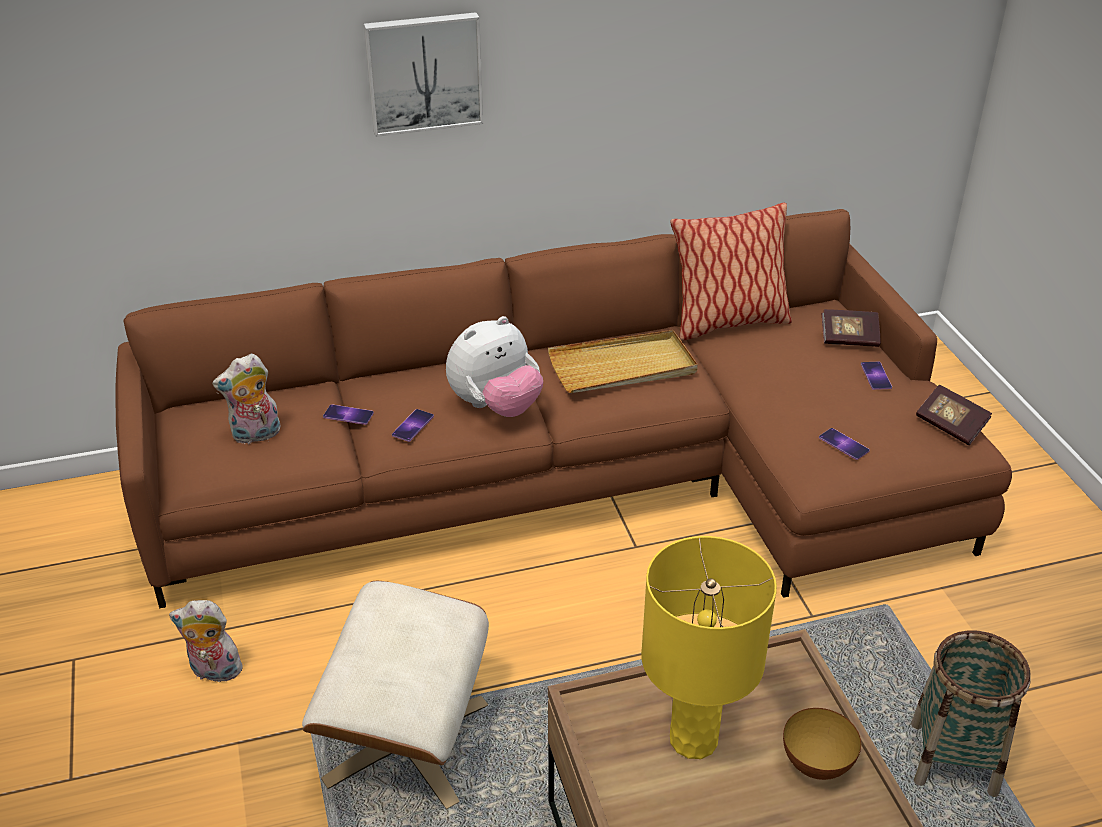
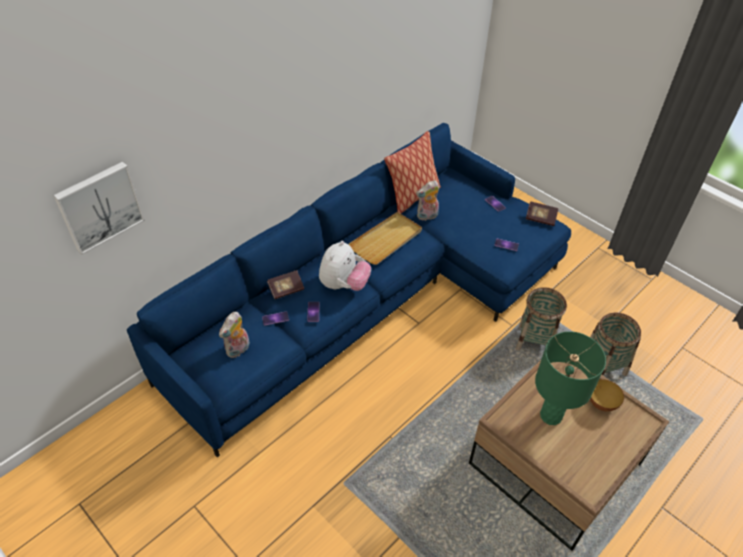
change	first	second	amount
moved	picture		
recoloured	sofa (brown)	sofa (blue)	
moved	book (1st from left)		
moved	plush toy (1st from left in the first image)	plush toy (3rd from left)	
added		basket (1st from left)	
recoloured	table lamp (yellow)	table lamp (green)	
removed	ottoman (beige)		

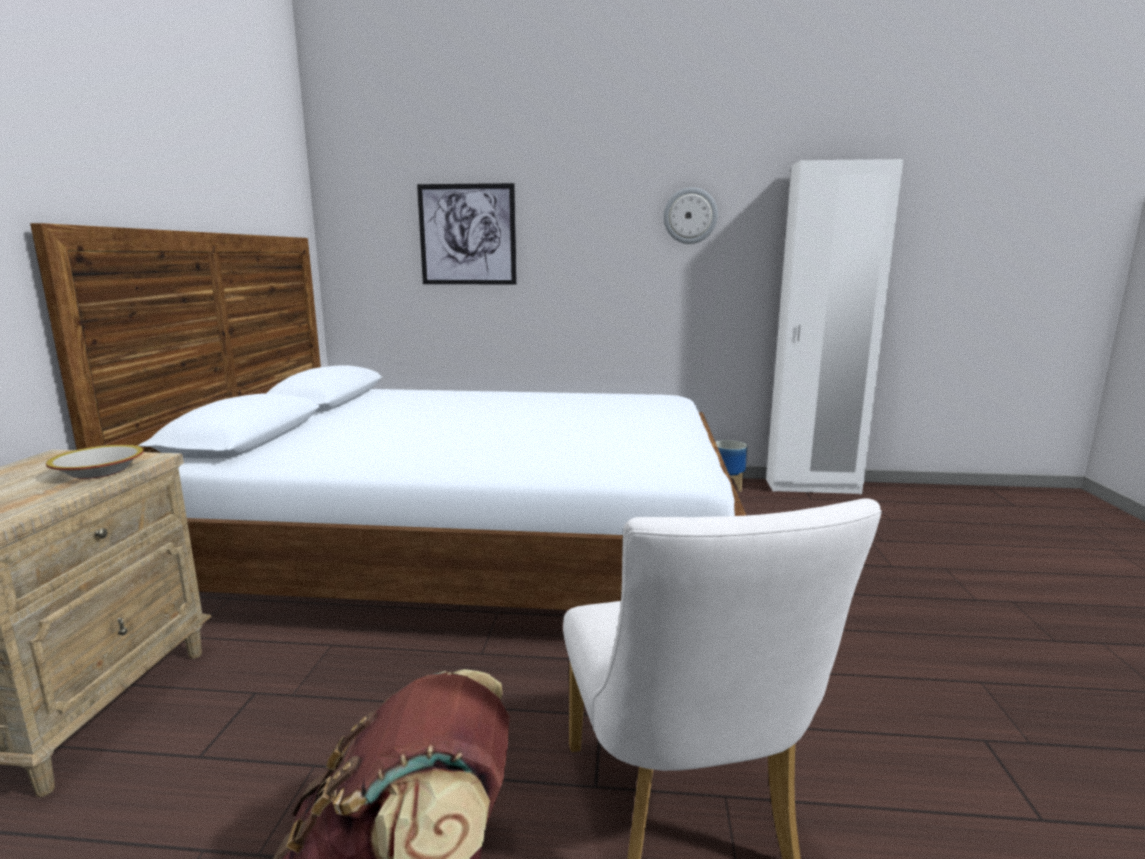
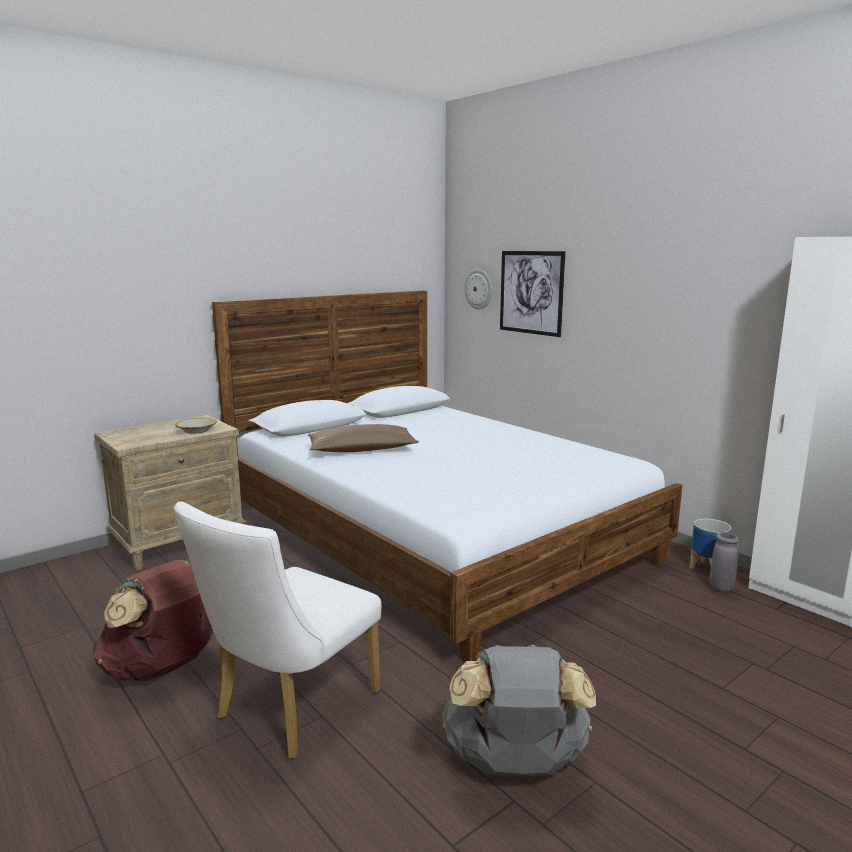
change	first	second	amount
added		pillow (brown)	
added		backpack (grey)	
moved	wall clock		
added		vase (grey)	

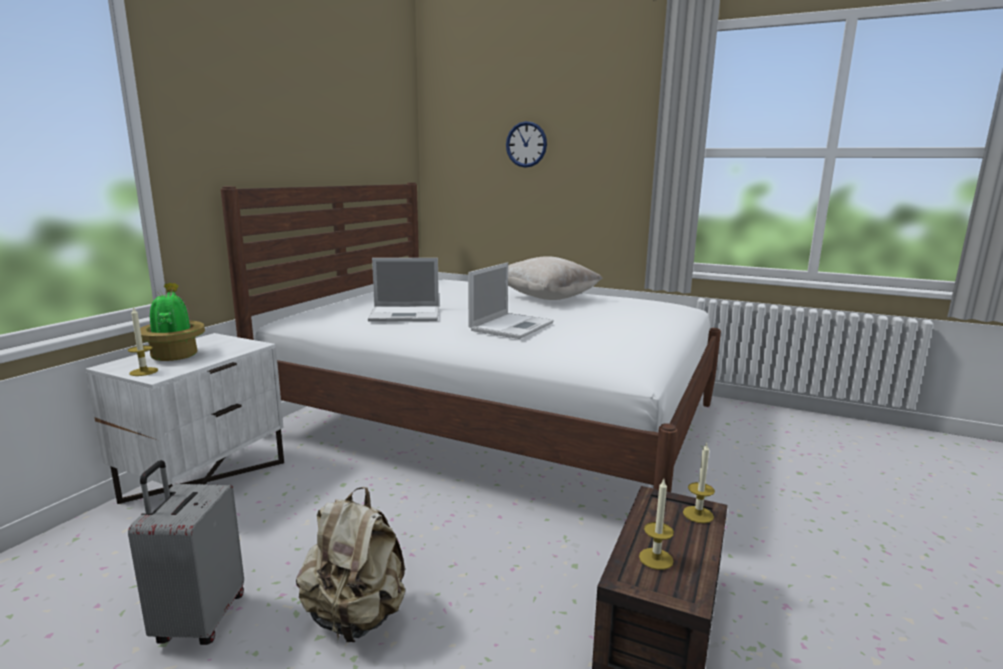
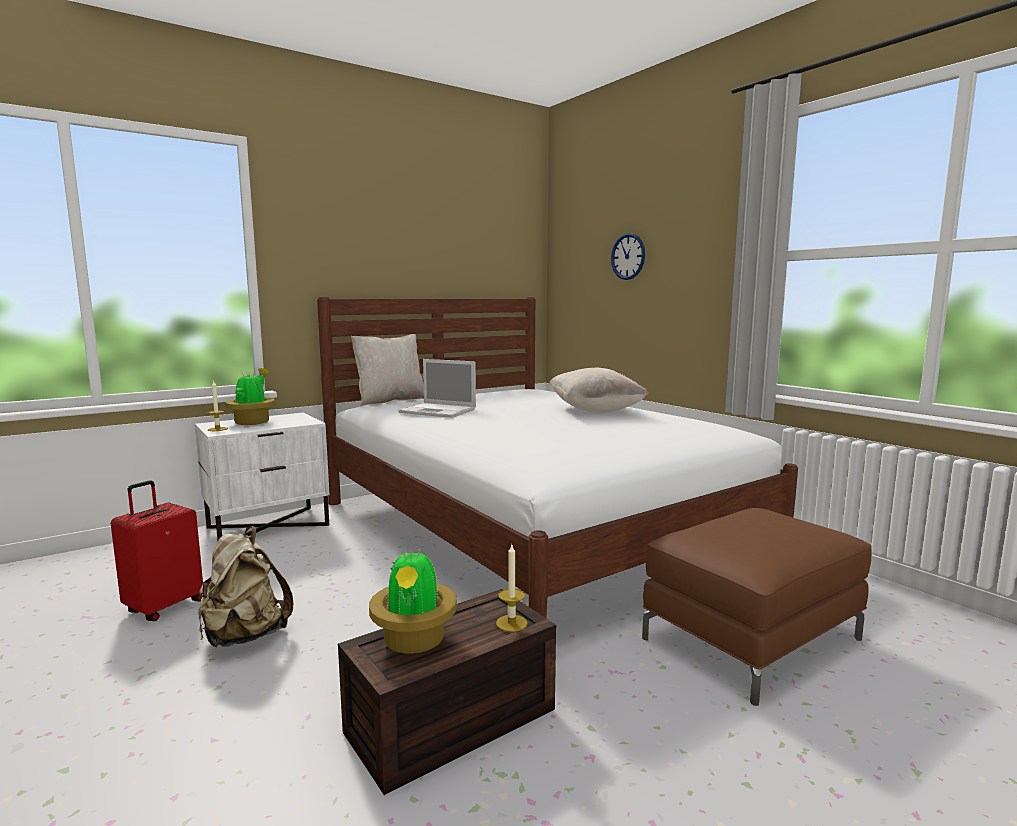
change	first	second	amount
recoloured	suitcase (grey)	suitcase (red)	
added		pillow (beige) (1st from left)	
replaced	candle (2nd from left)	potted plant (2nd from left)	
added		ottoman (brown)	
removed	laptop (2nd from left)		

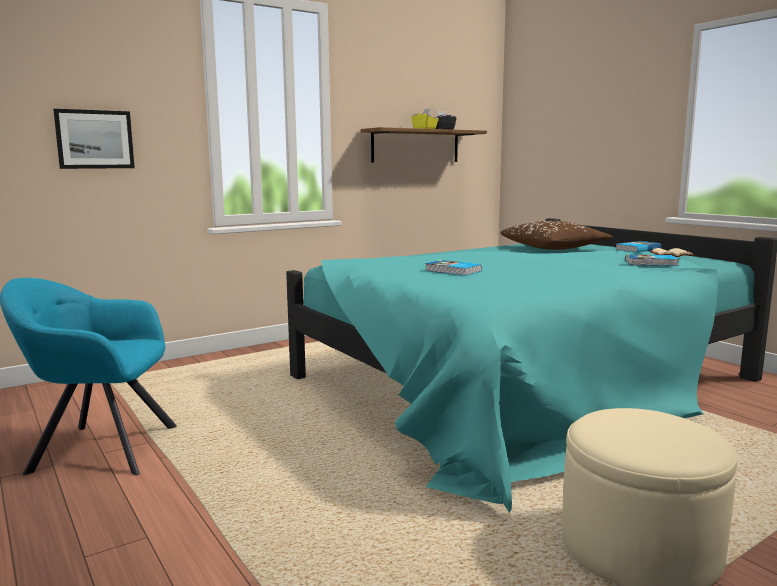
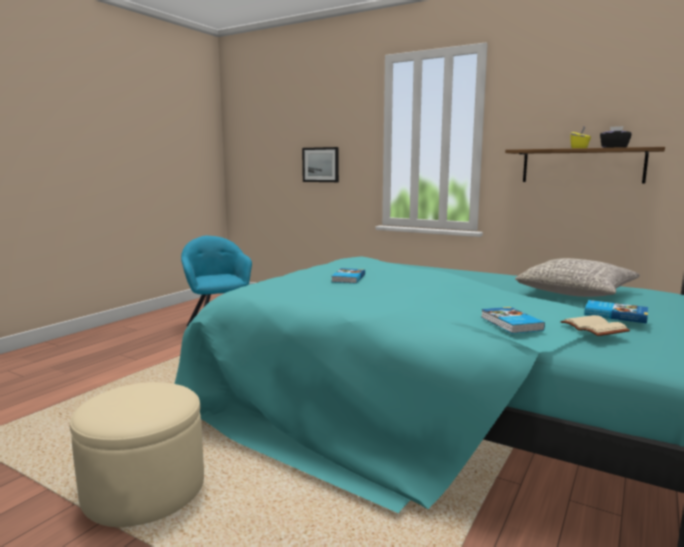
change	first	second	amount
recoloured	pillow (brown)	pillow (grey)	

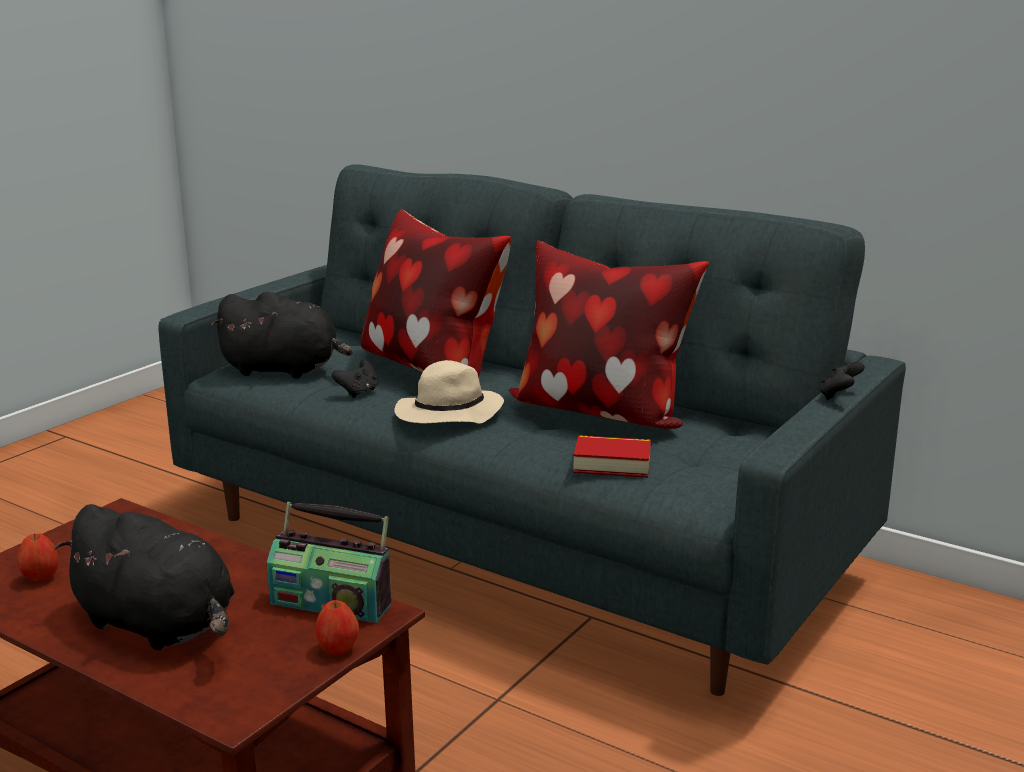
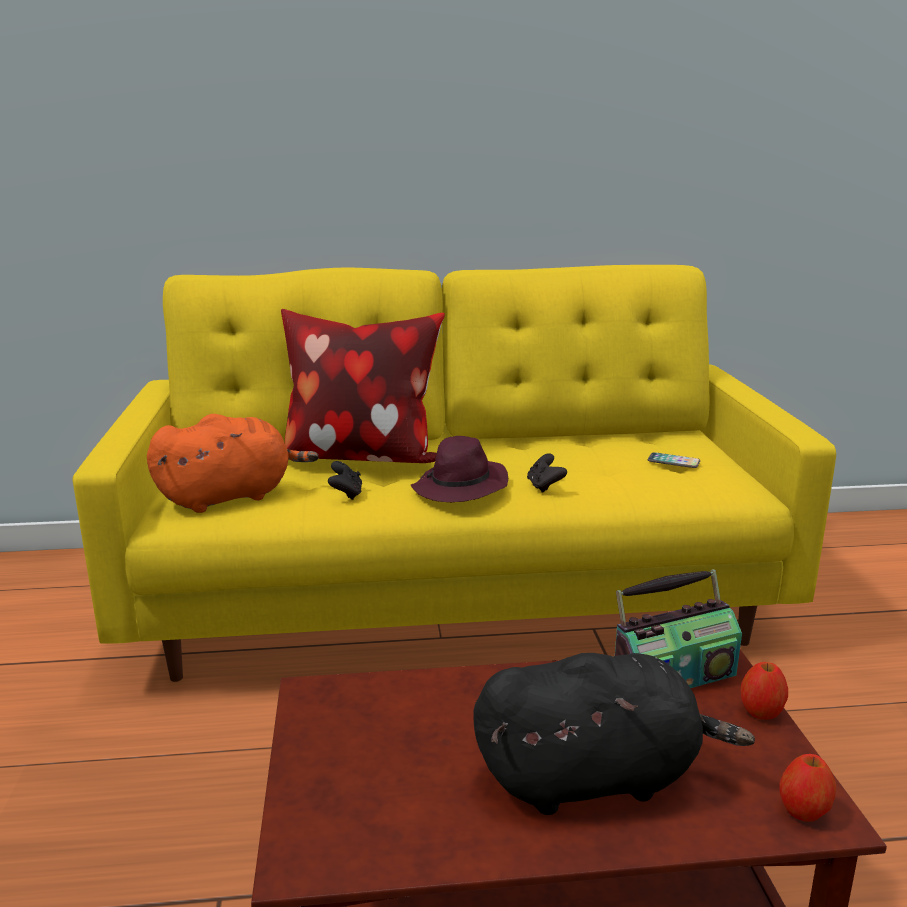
change	first	second	amount
recoloured	sofa (grey)	sofa (yellow)	
recoloured	plush toy (black) (2nd from left)	plush toy (orange)	
recoloured	hat (beige)	hat (purple)	
moved	game controller (black) (2nd from left)		
added		phone	
moved	apple (1st from left in the first image)	apple (2nd from left)	
removed	pillow (2nd from left)		
removed	book		

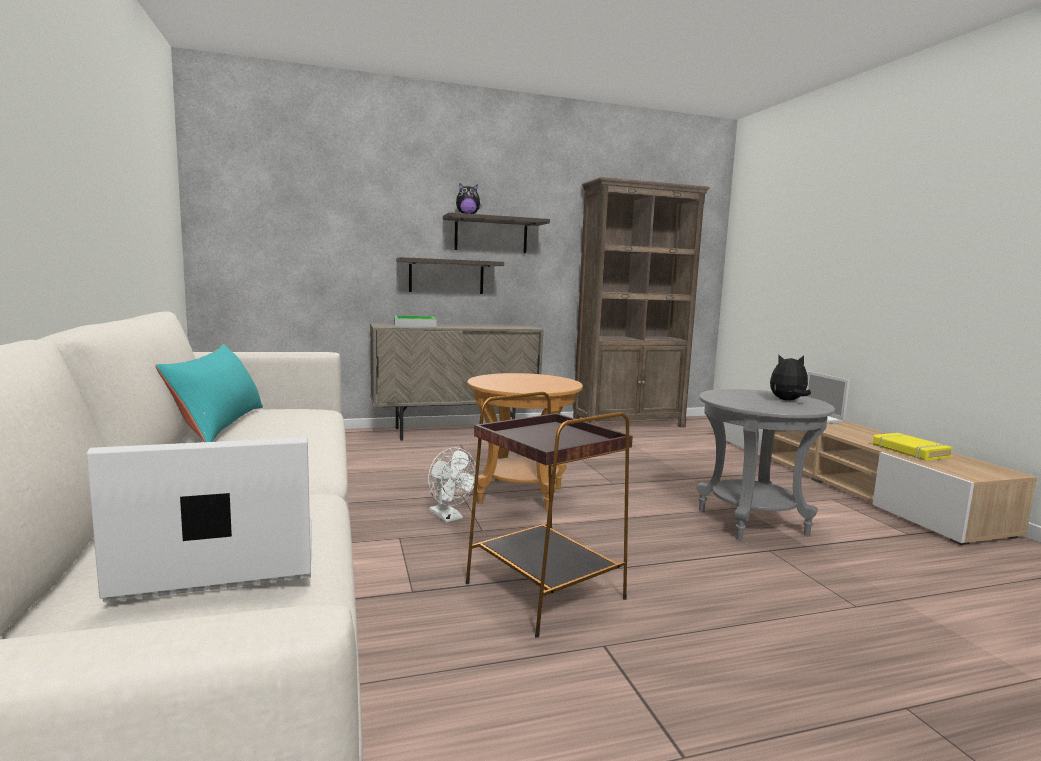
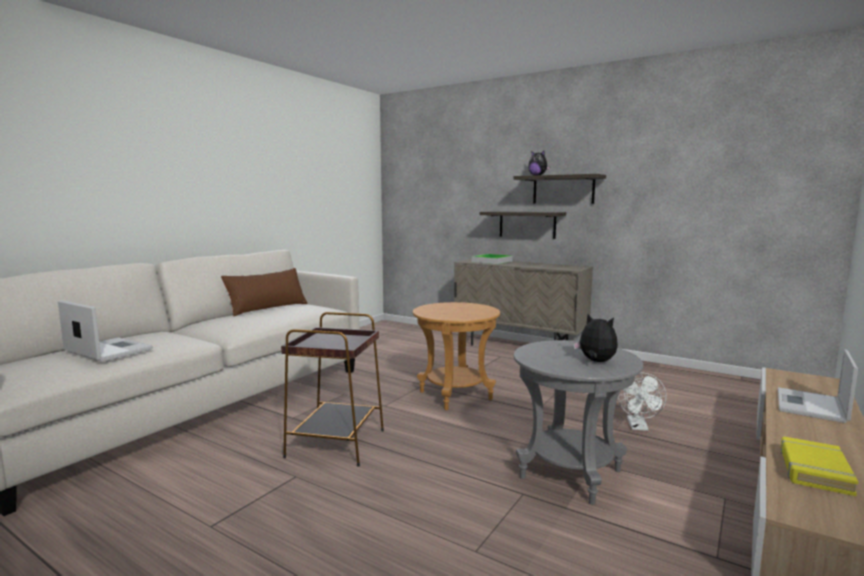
change	first	second	amount
recoloured	pillow (turquoise)	pillow (brown)	
moved	fan (white)		
removed	bookcase (brown)		

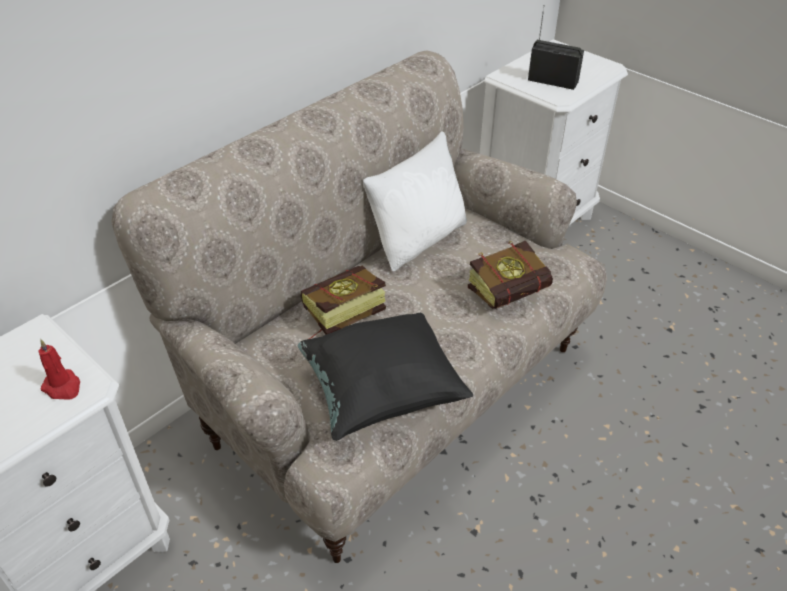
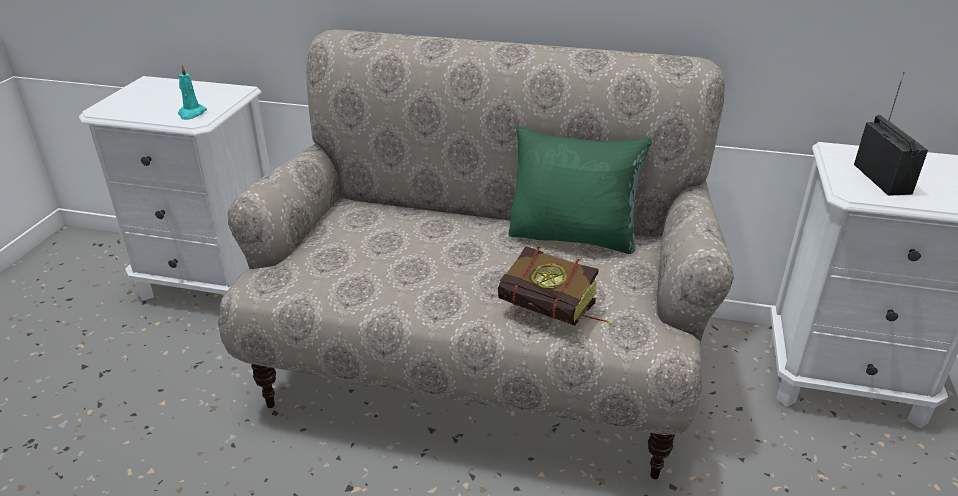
change	first	second	amount
recoloured	candle (red)	candle (turquoise)	
recoloured	pillow (white)	pillow (green)	
removed	pillow (black)		
removed	book (1st from left)		

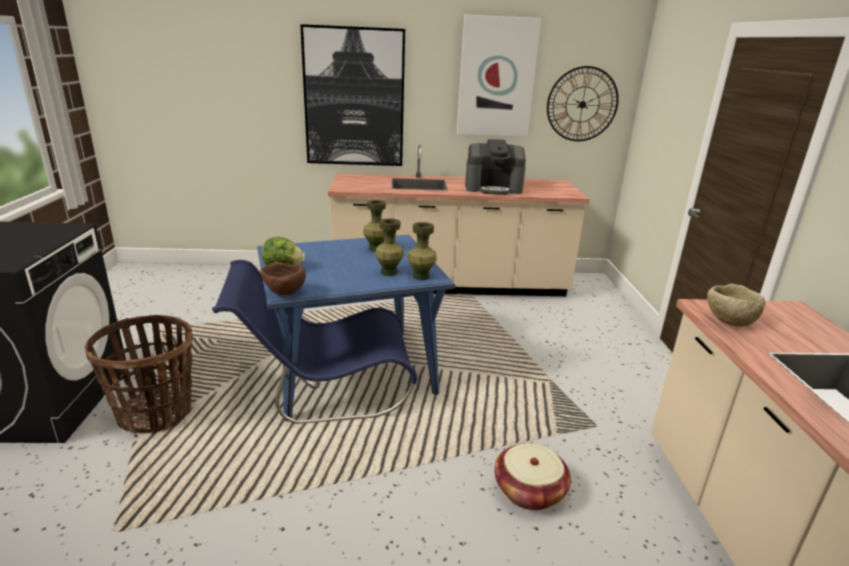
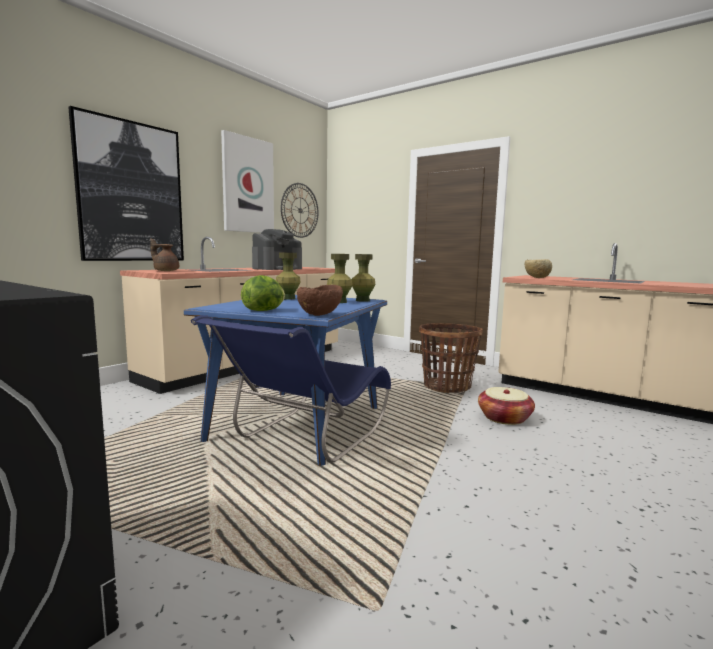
change	first	second	amount
added		teapot (brown)	
moved	basket (1st from left)		

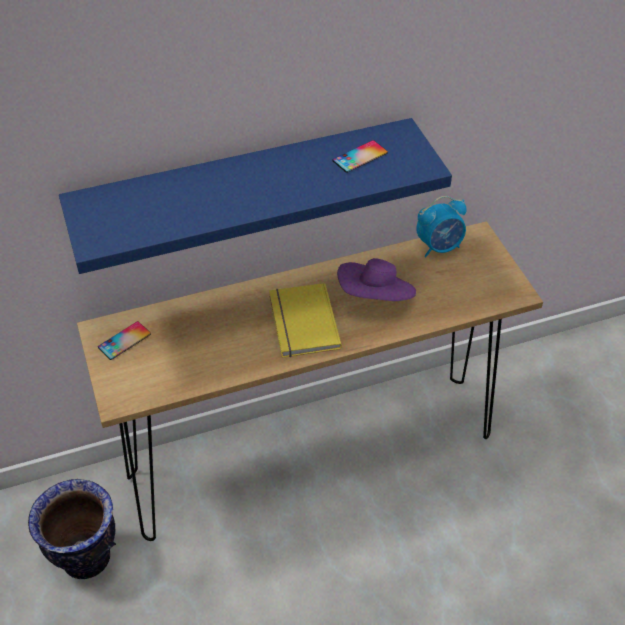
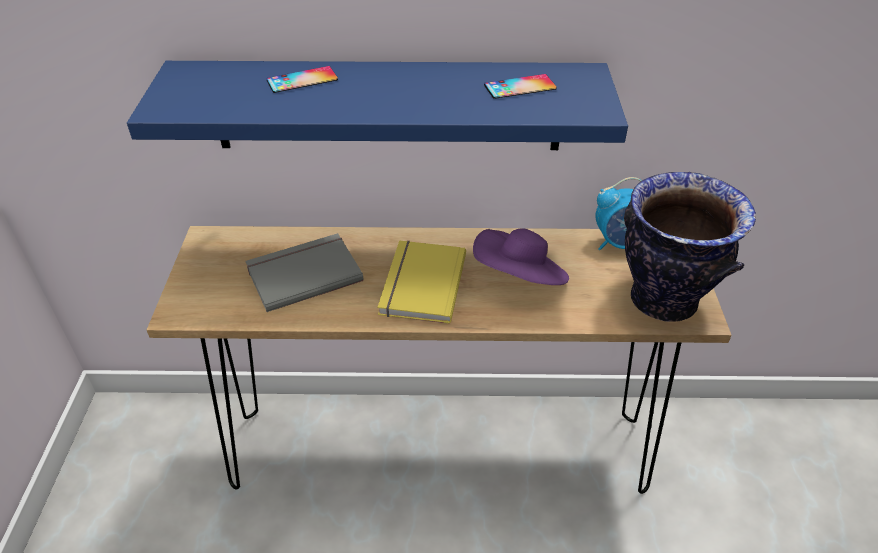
change	first	second	amount
added		book (grey)	
moved	phone (1st from left)		
moved	vase		

